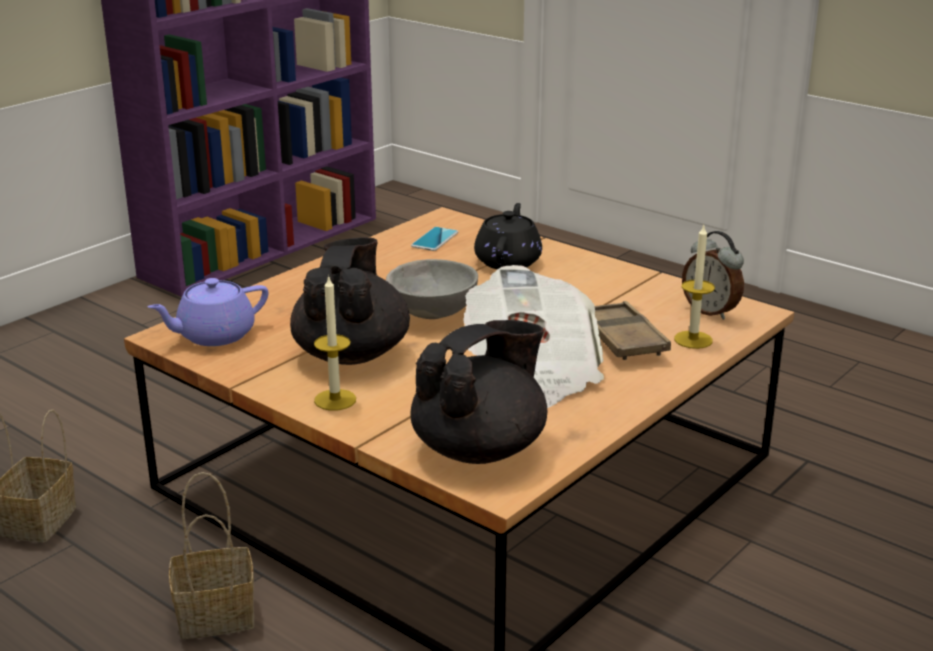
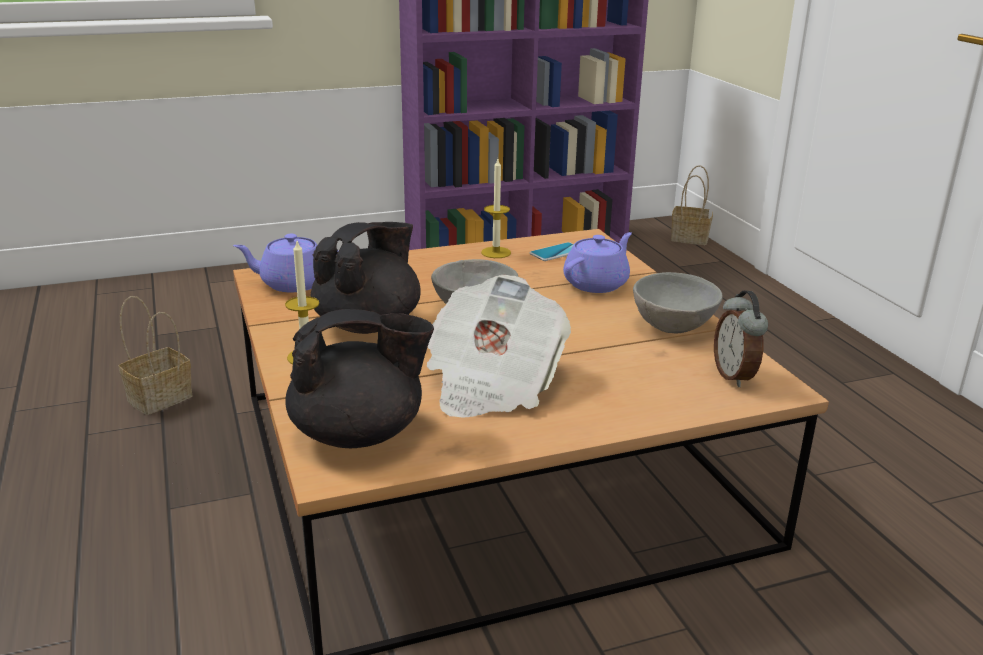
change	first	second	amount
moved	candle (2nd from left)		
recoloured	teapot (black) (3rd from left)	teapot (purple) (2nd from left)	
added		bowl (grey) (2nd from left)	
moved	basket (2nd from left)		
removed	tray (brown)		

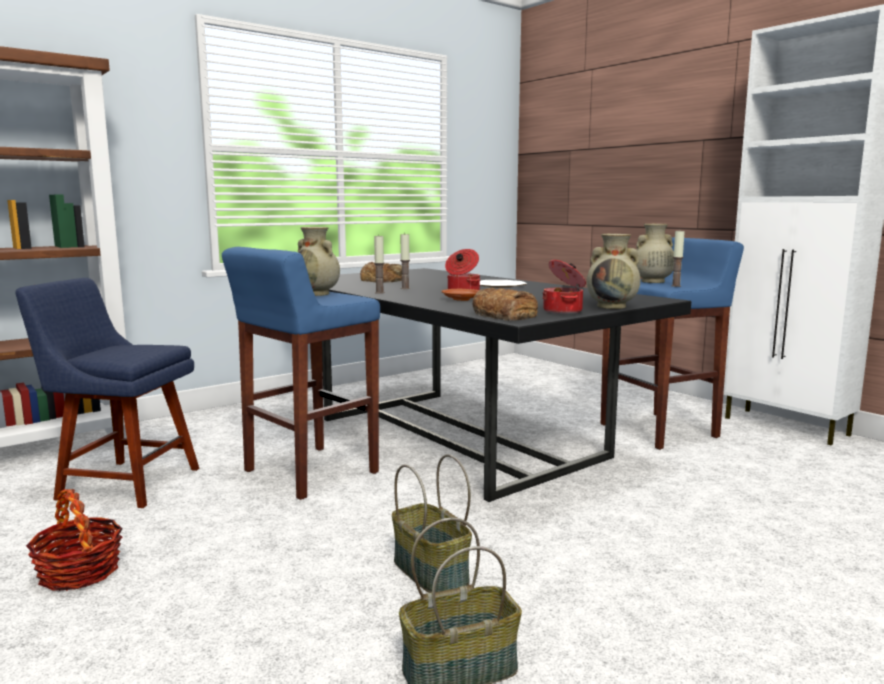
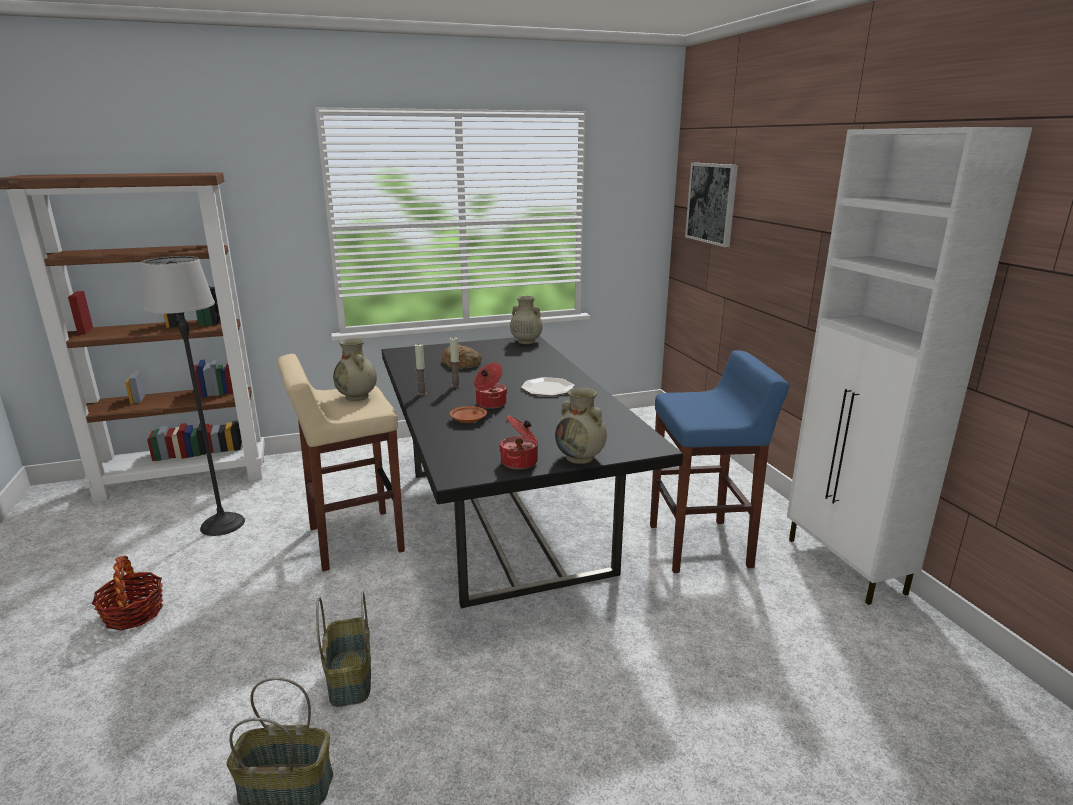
change	first	second	amount
replaced	chair (blue)	floor lamp	
recoloured	stool (blue) (1st from left)	stool (beige)	
moved	vase (beige) (3rd from left in the first image)	vase (beige) (2nd from left)	
added		picture	
removed	bread (2nd from left)		
removed	candle (3rd from left)		

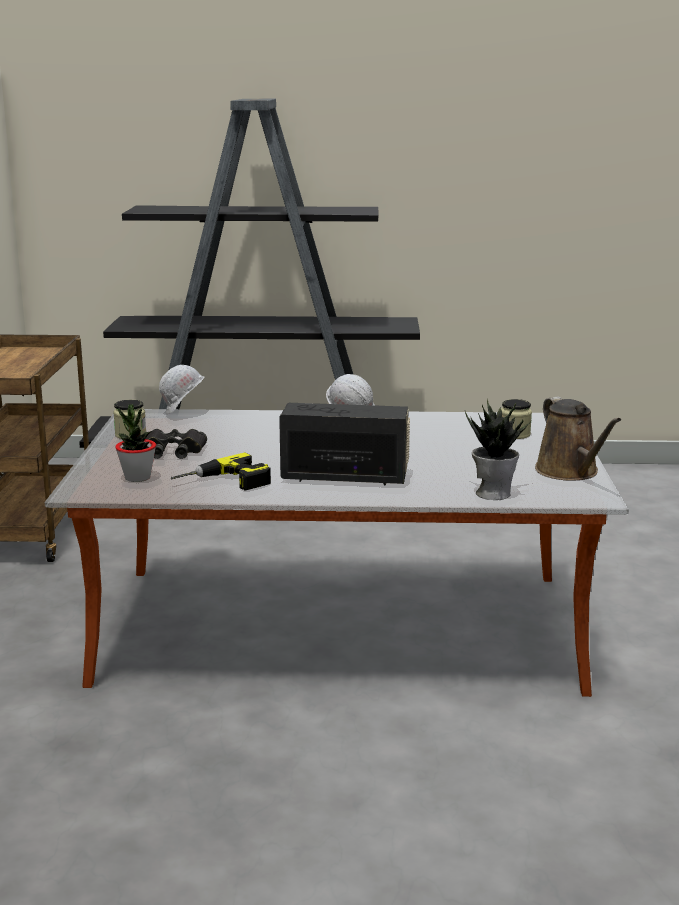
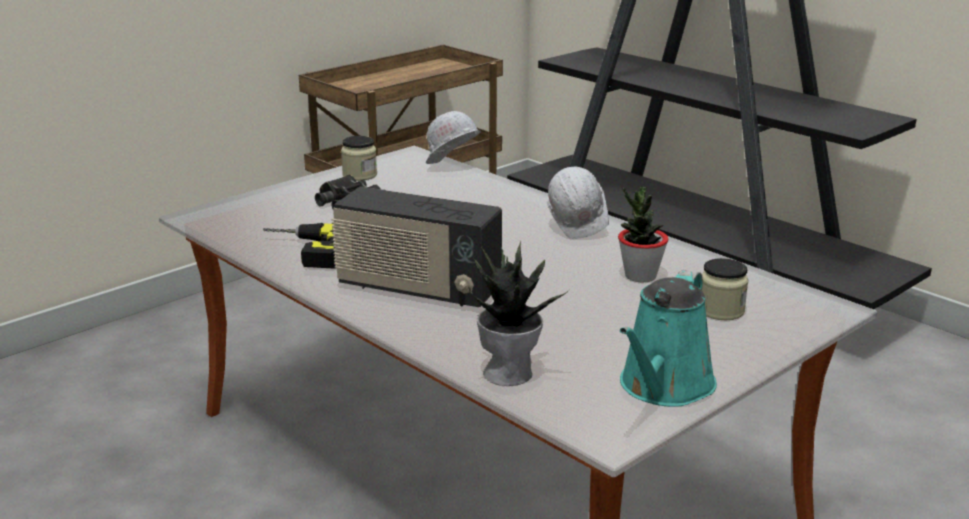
change	first	second	amount
turned	radio		150 degrees clockwise
moved	potted plant (1st from left in the first image)	potted plant (2nd from left)	
recoloured	watering can (brown)	watering can (turquoise)	

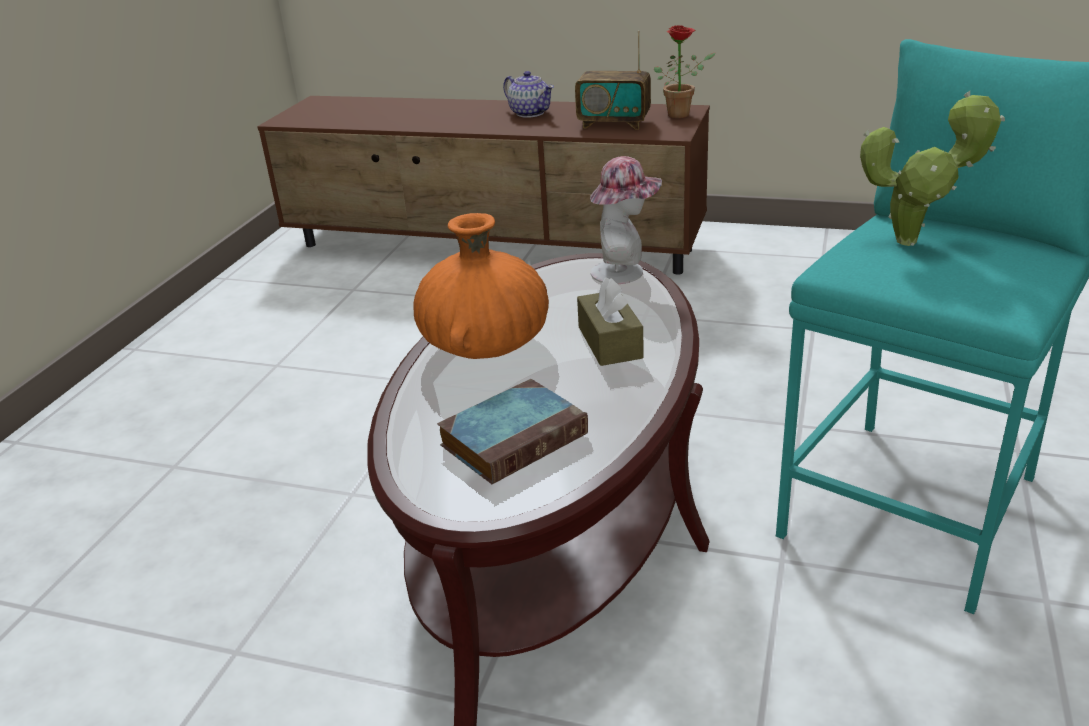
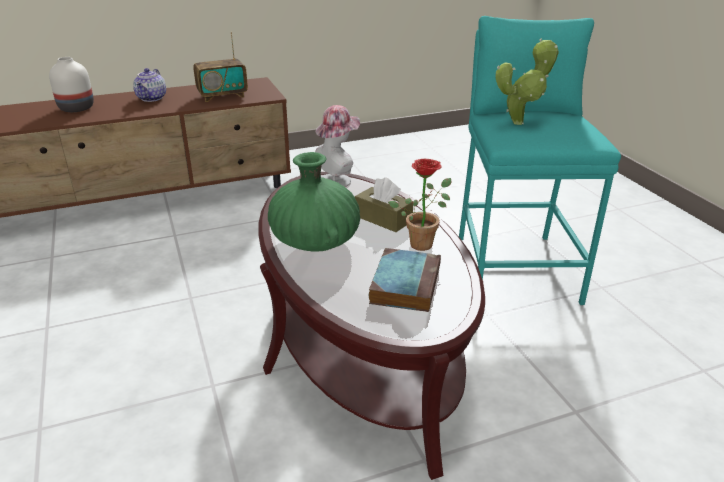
change	first	second	amount
added		vase (white)	
turned	teapot		90 degrees clockwise
recoloured	vase (orange)	vase (green)	
moved	potted plant (1st from left)		

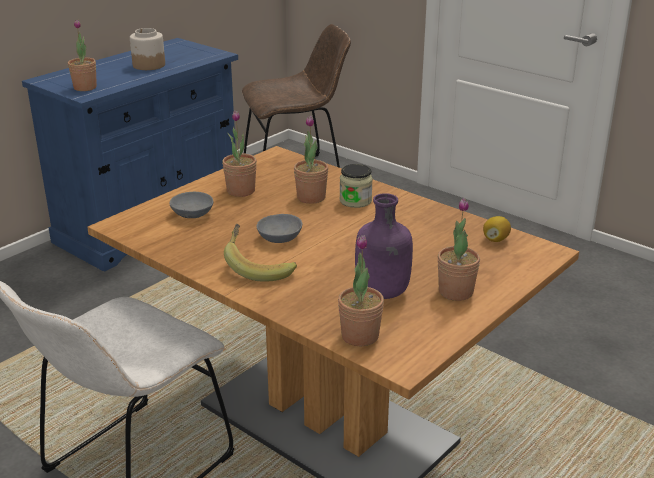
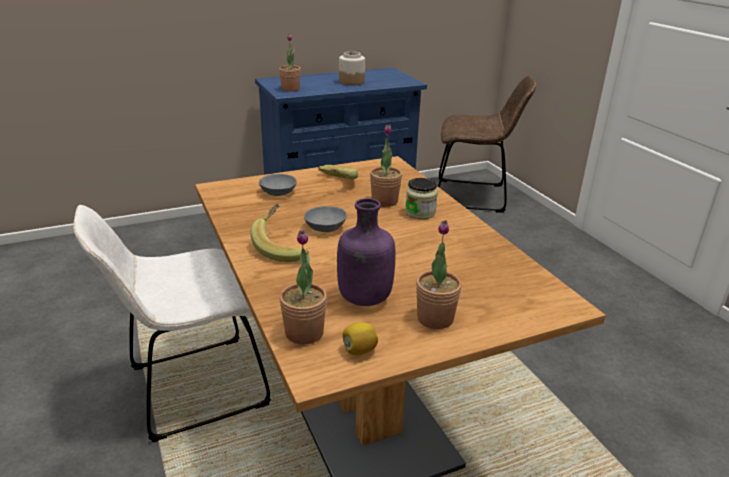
change	first	second	amount
replaced	potted plant (2nd from left)	banana (2nd from left)	
moved	lemon		

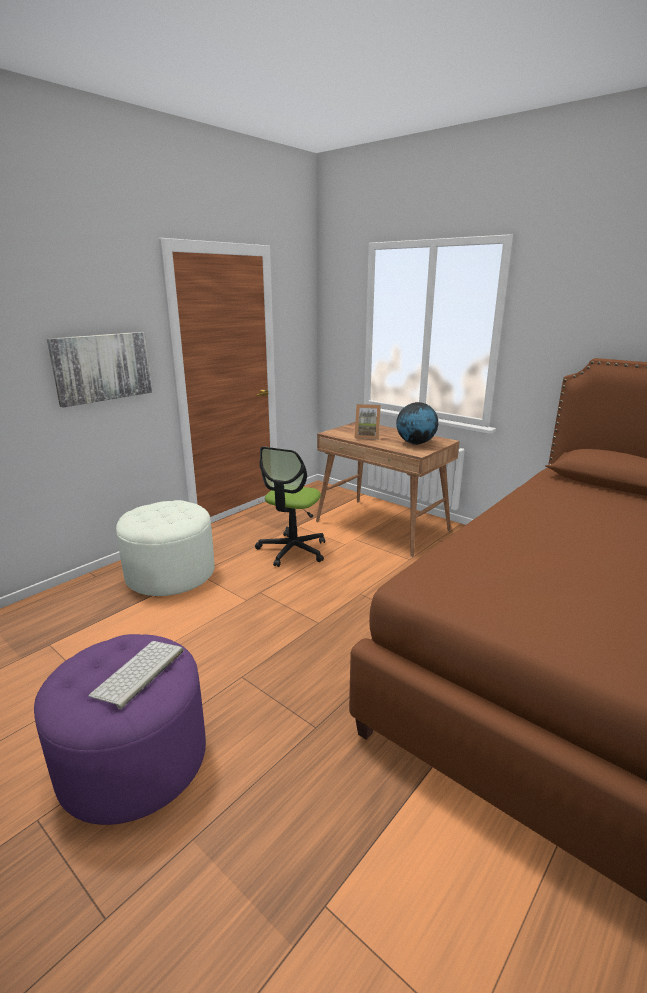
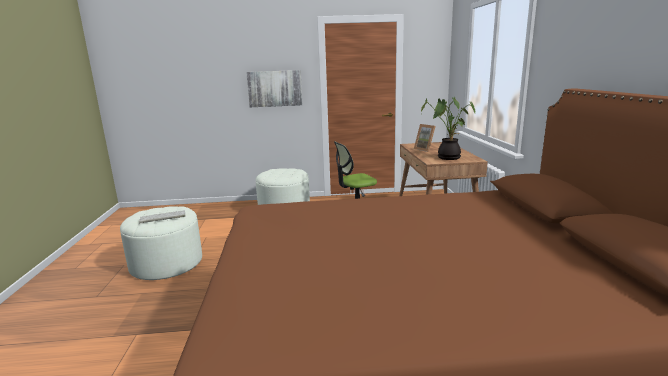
change	first	second	amount
recoloured	ottoman (purple)	ottoman (white) (1st from left)	
replaced	globe	potted plant	

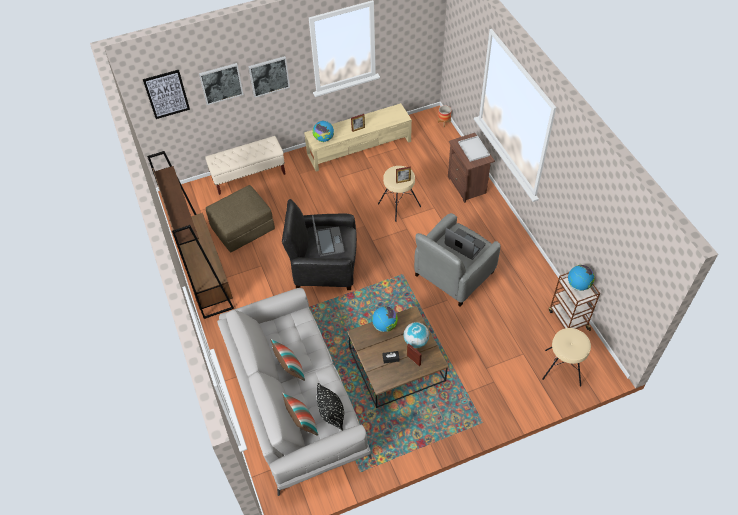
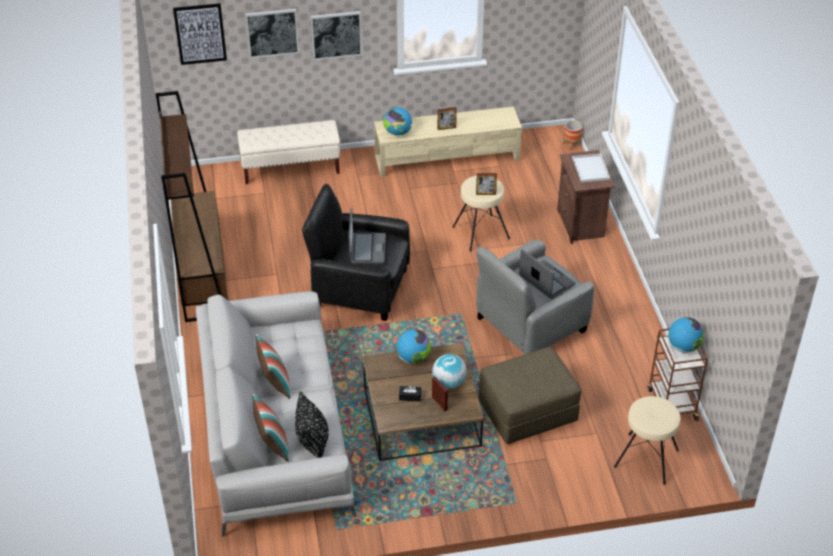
change	first	second	amount
moved	ottoman (brown)		

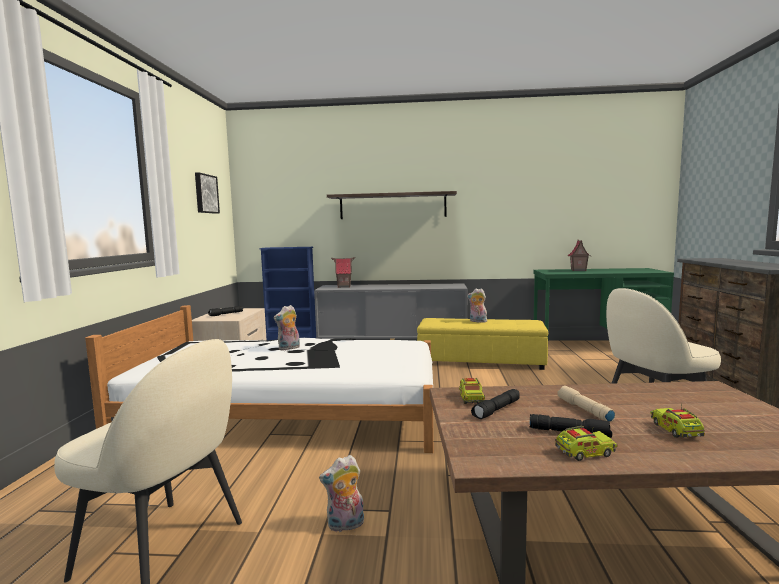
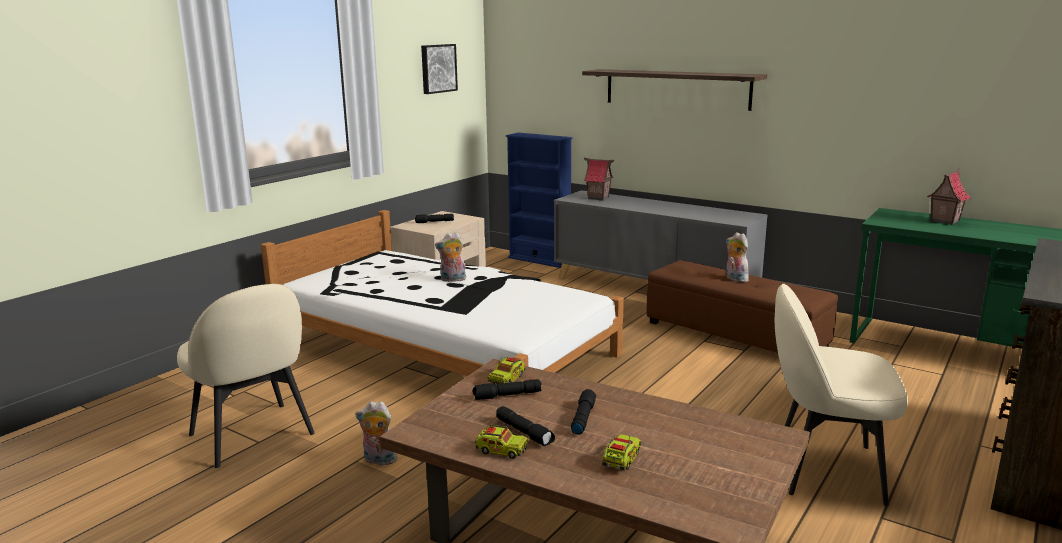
change	first	second	amount
recoloured	flashlight (beige)	flashlight (black) (4th from left)	
recoloured	ottoman (yellow)	ottoman (brown)	

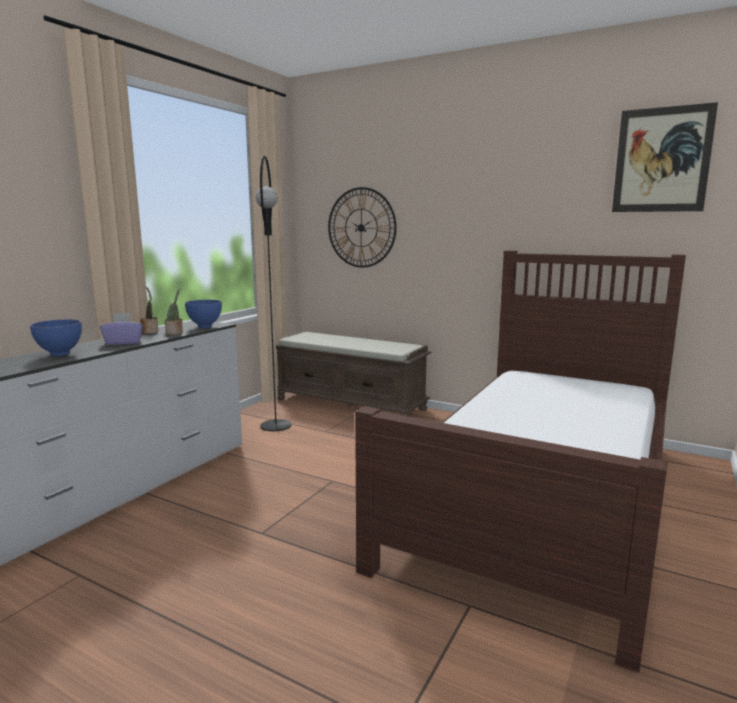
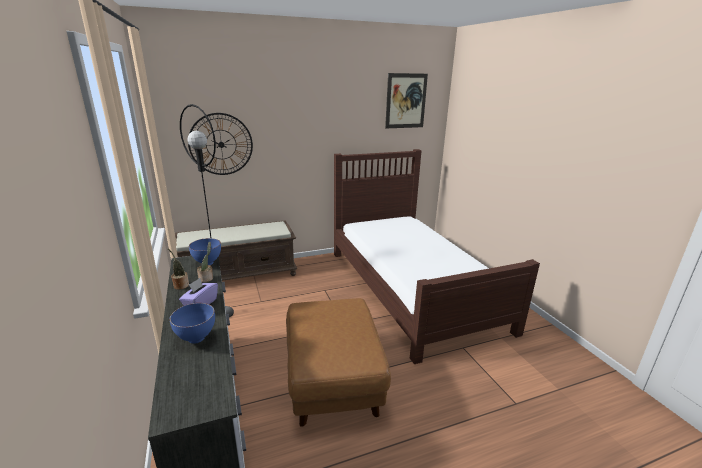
change	first	second	amount
added		ottoman (brown)	

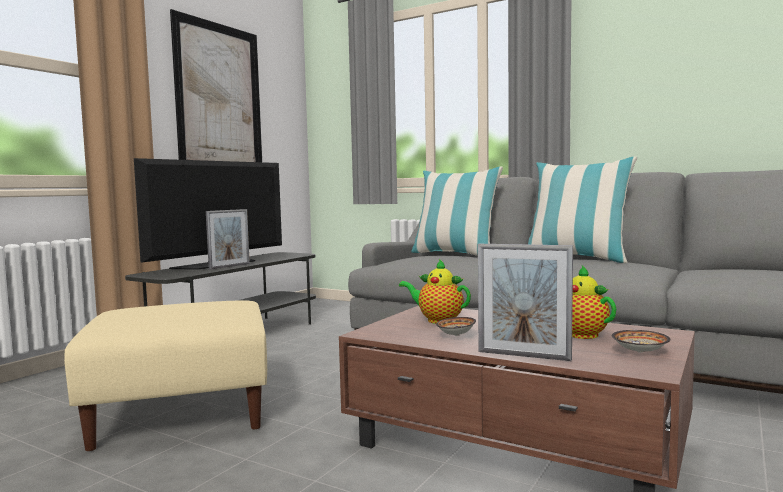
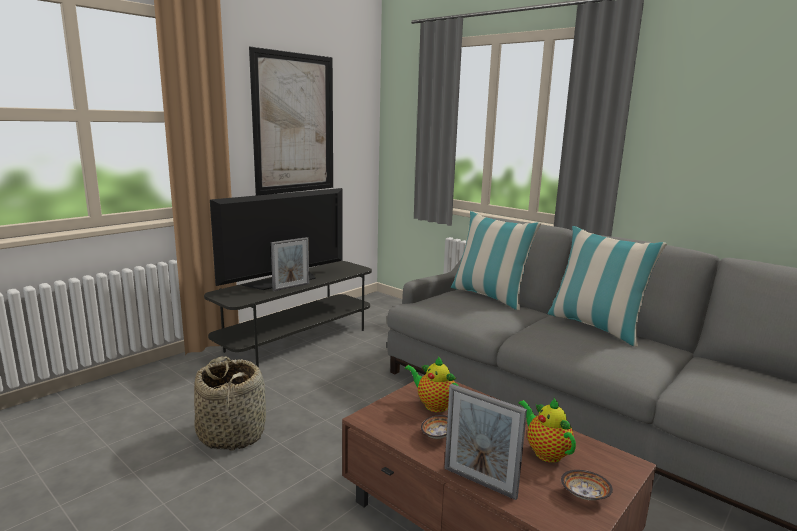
change	first	second	amount
replaced	ottoman (beige)	basket	

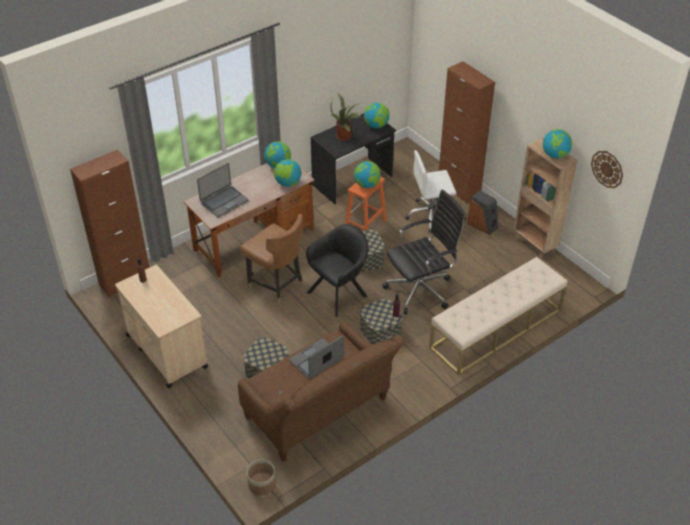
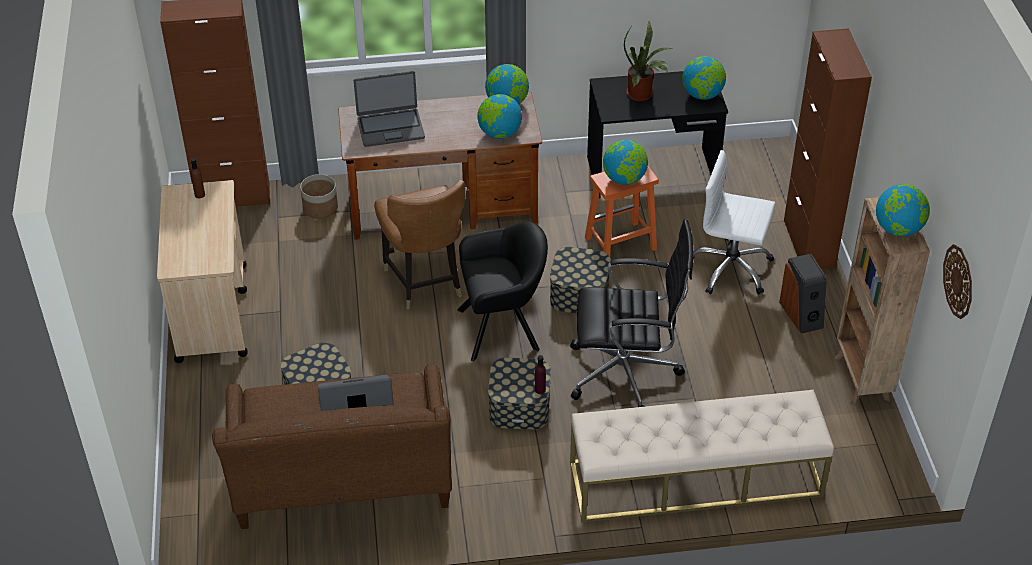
change	first	second	amount
moved	planter		

